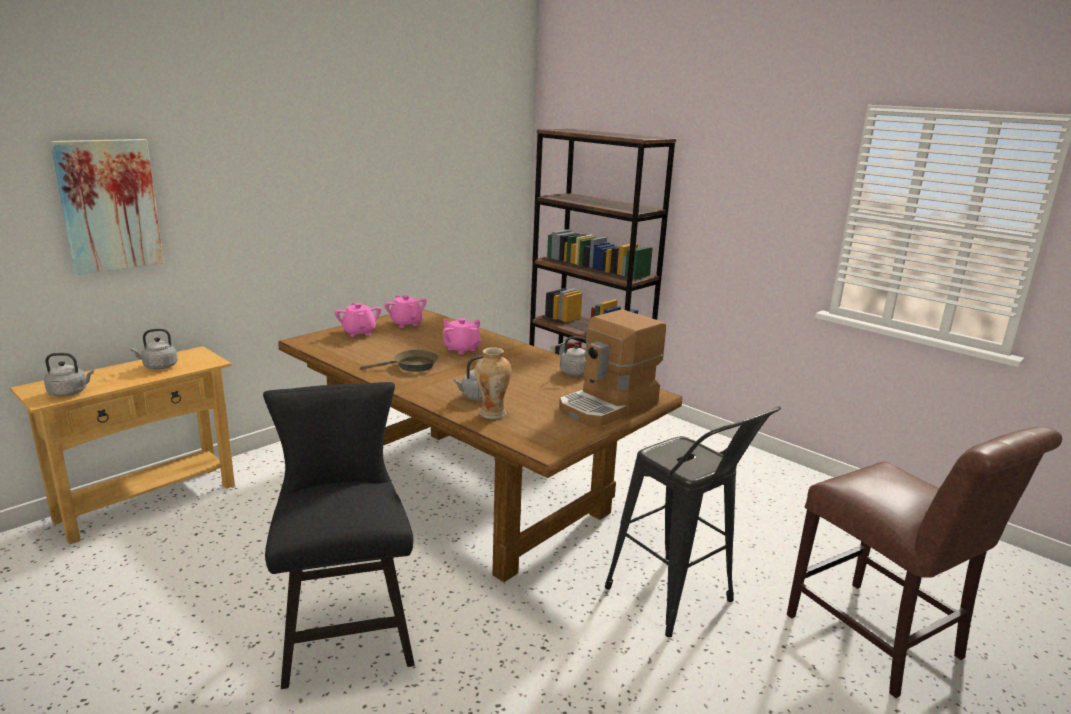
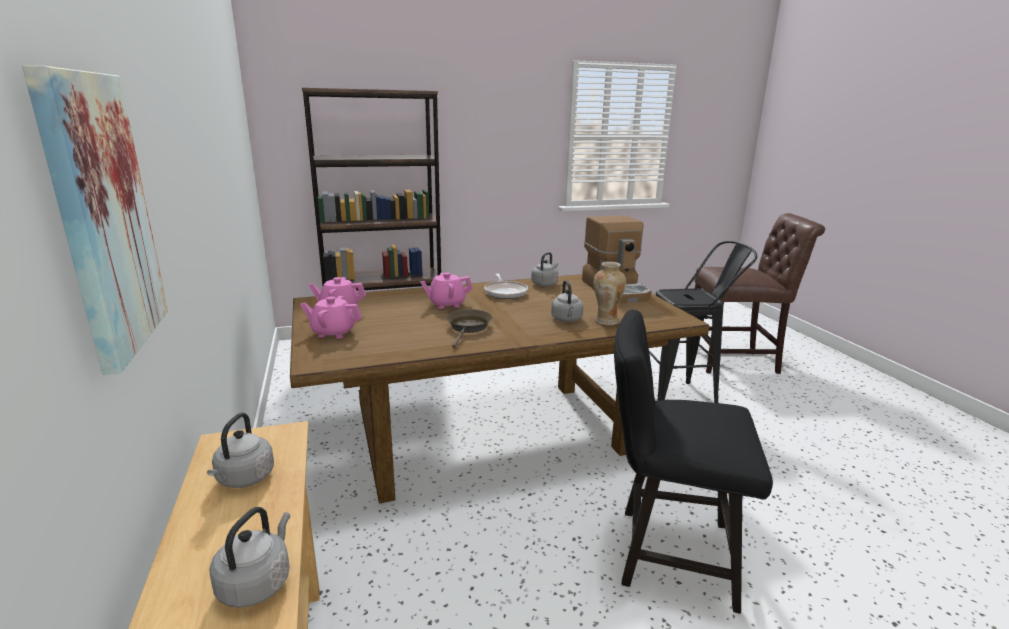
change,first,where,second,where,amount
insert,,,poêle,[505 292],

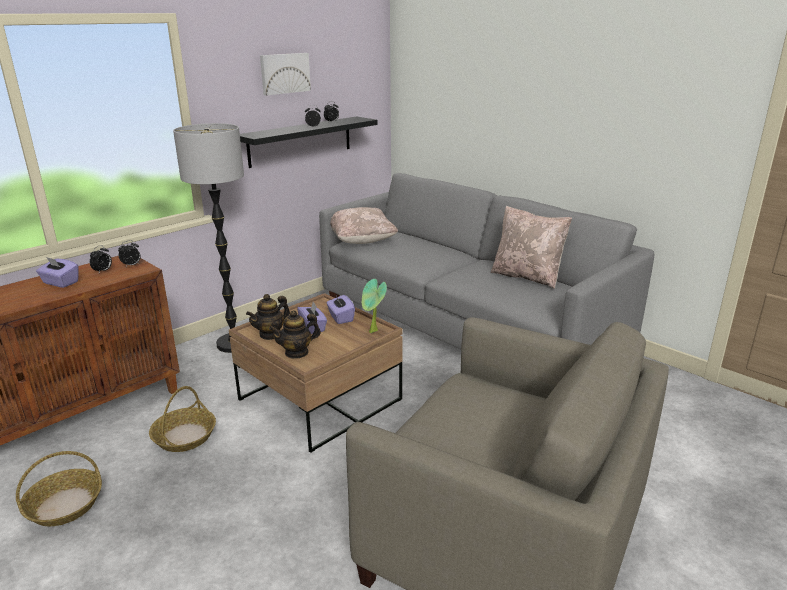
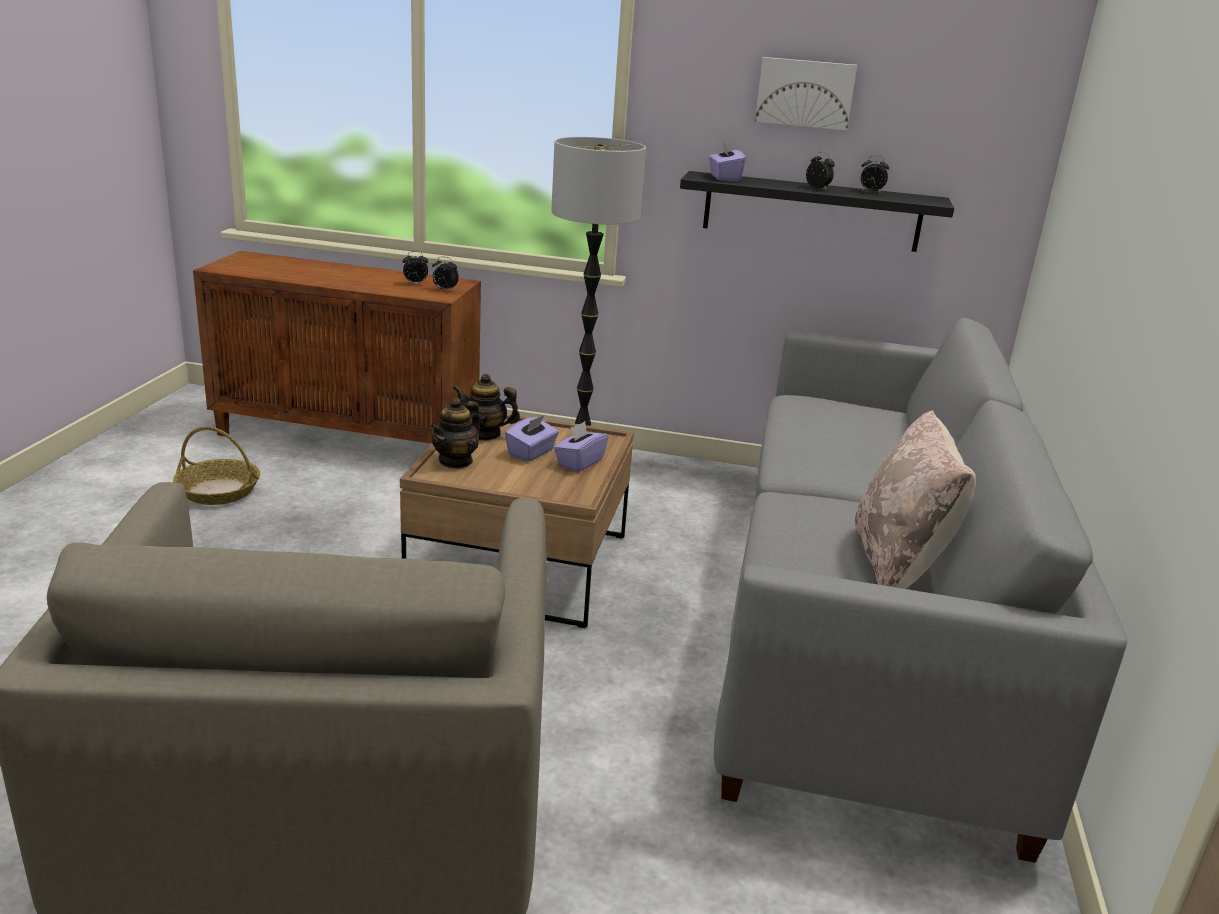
change,first,where,second,where,amount
move,boîte à mouchoirs/violet,[60 283],,[724 178],
delete,panier,[184 436],,,
rotate,théière,[297 352],,[456 461],90 degrees counterclockwise
delete,coussin/beige,[361 240],,,
delete,plante en pot,[373 332],,,

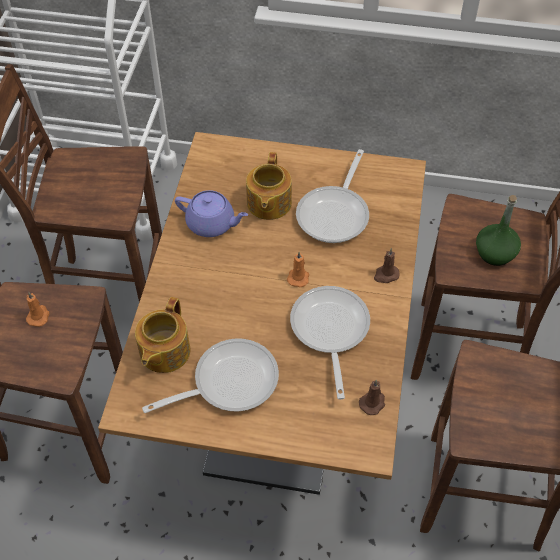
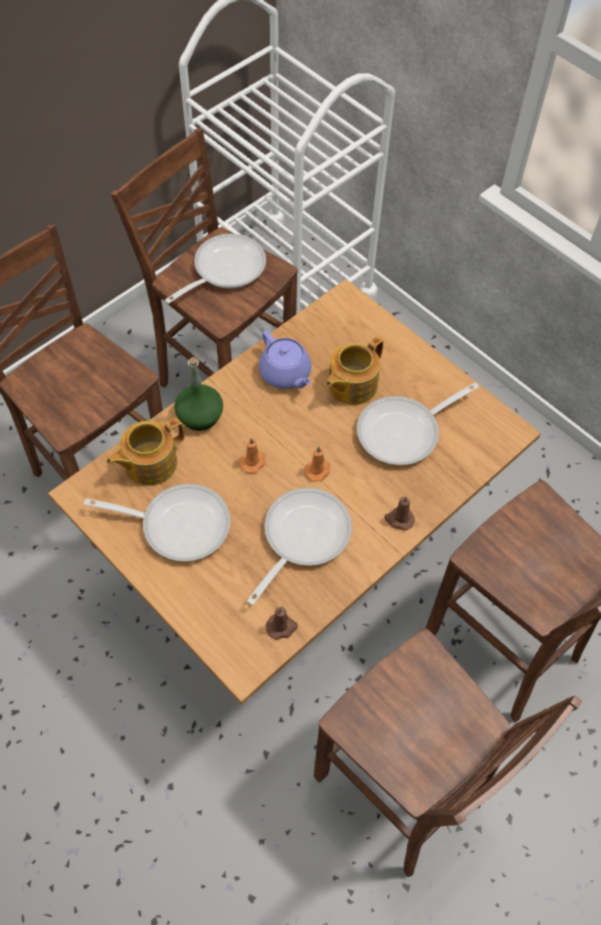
change,first,where,second,where,amount
move,bougie/orange,[38 316],,[253 462],
move,bouteille/vert,[495 253],,[199 416],
insert,,,poêle,[224 270],

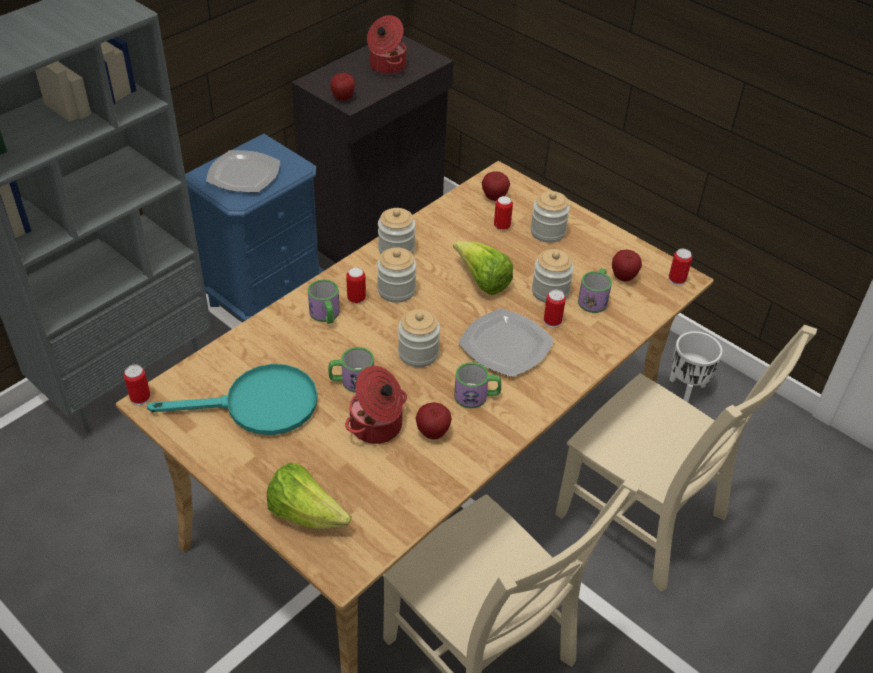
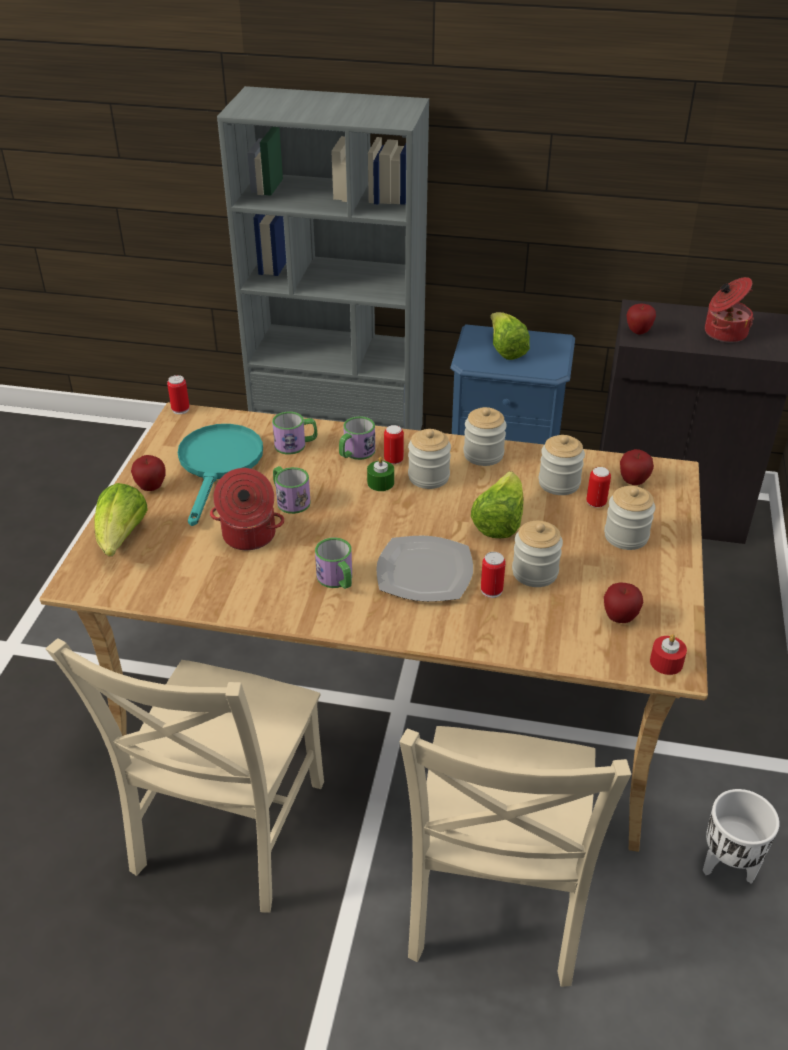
change,first,where,second,where,amount
rotate,poêle/turquoise,[258 406],,[219 465],135 degrees counterclockwise
replace,assiette,[244 174],laitue,[505 350],
move,bocal,[418 353],,[559 483],
move,pomme,[432 433],,[151 487],
move,mug,[594 299],,[296 444],
replace,boîte métallique,[677 279],bougie/rouge,[666 662],
insert,,,bougie/vert,[380 482],

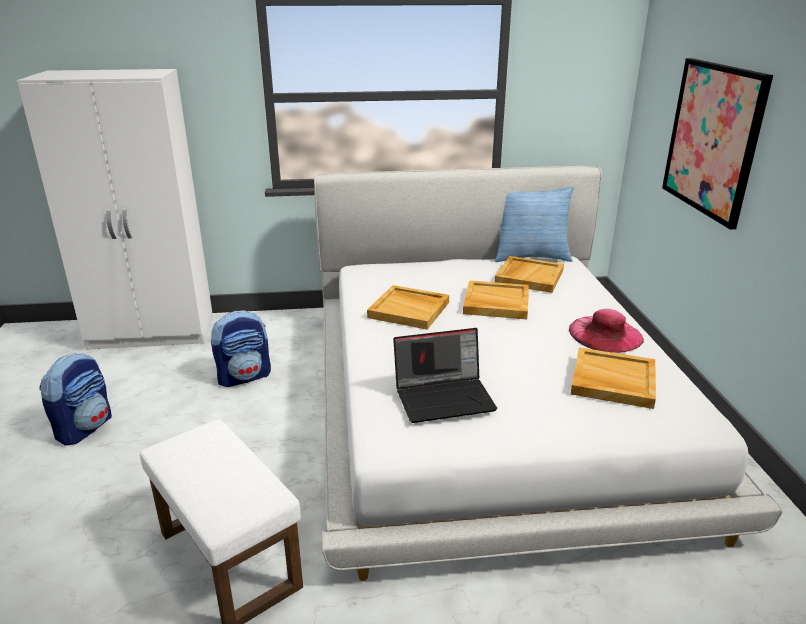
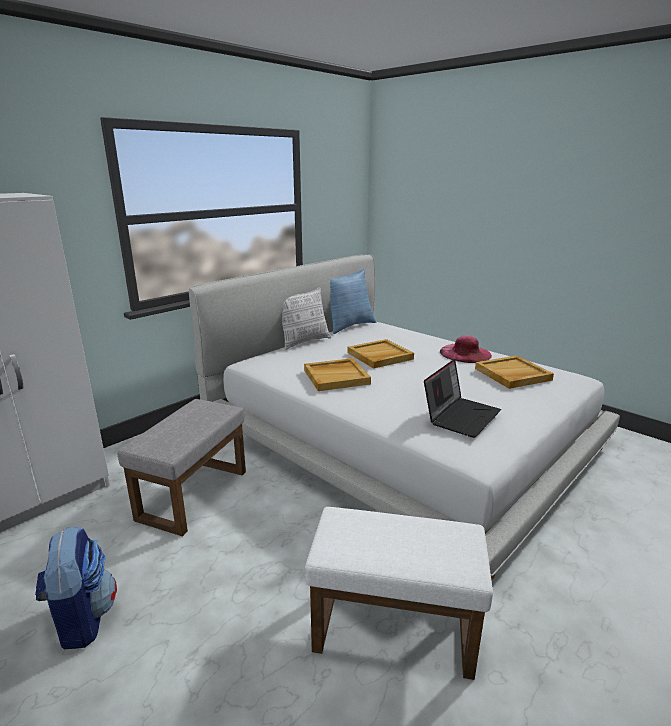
change,first,where,second,where,amount
replace,sac à dos,[244 376],pouf/gris,[193 493],
delete,plateau/beige,[529 276],,,
delete,tableau,[712 139],,,
insert,,,coussin,[304 342],

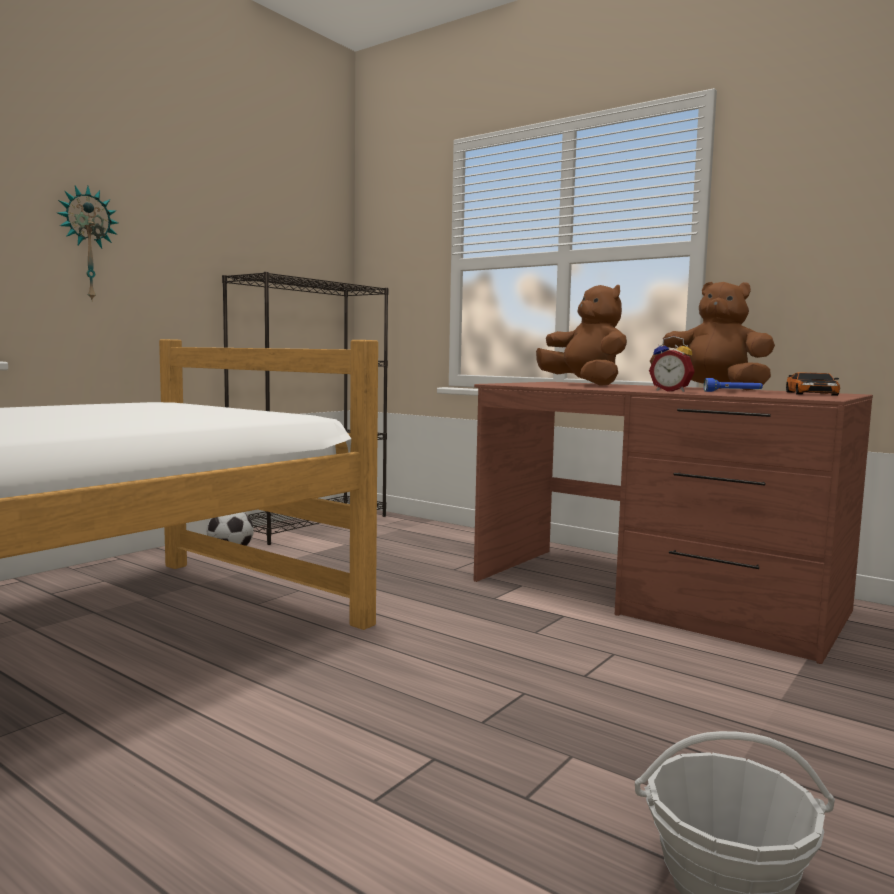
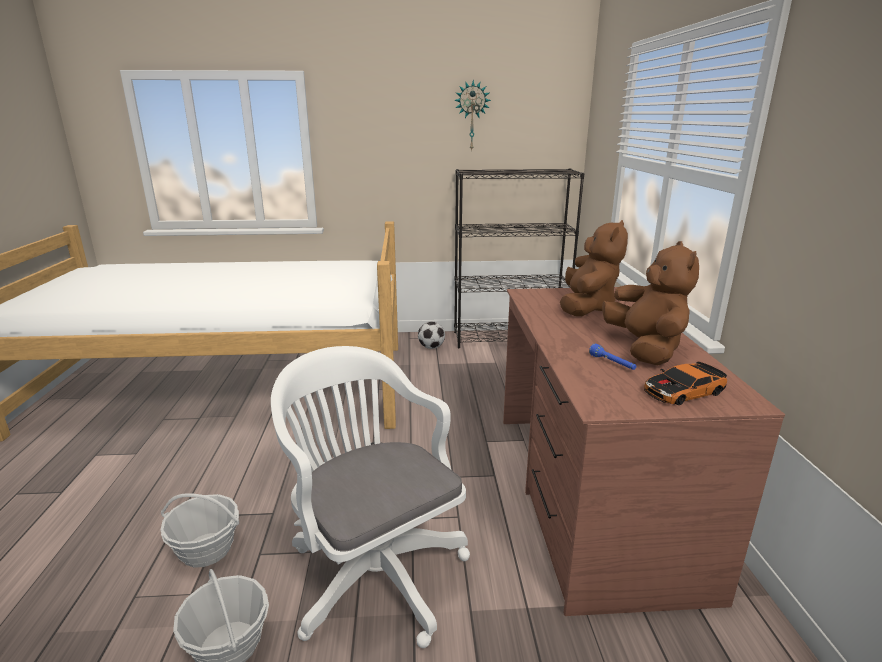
change,first,where,second,where,amount
move,horloge murale,[87 244],,[471 116],
delete,réveil,[671 391],,,
insert,,,panier,[206 549],
insert,,,chaise de bureau/blanc,[373 569],

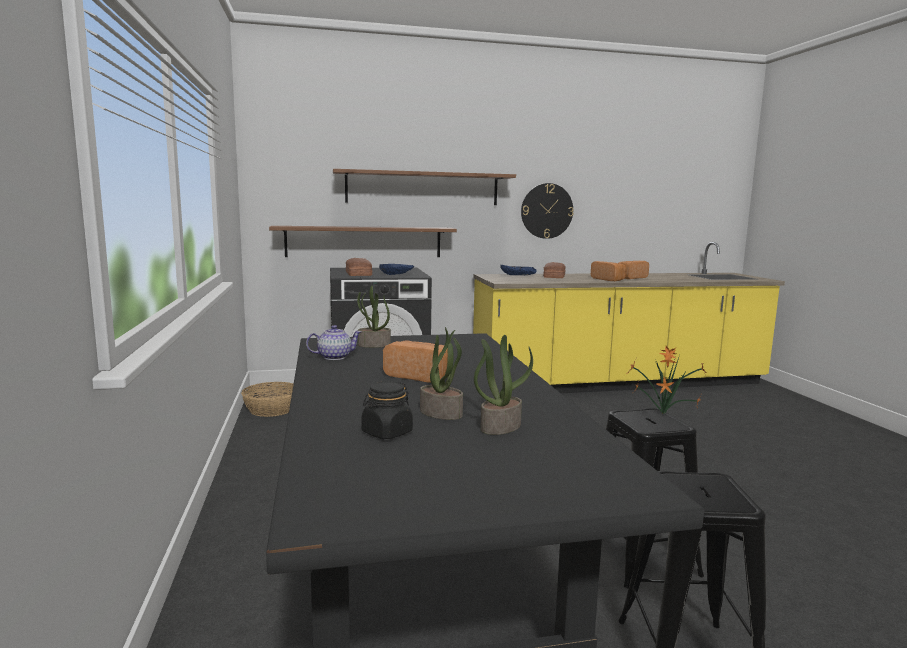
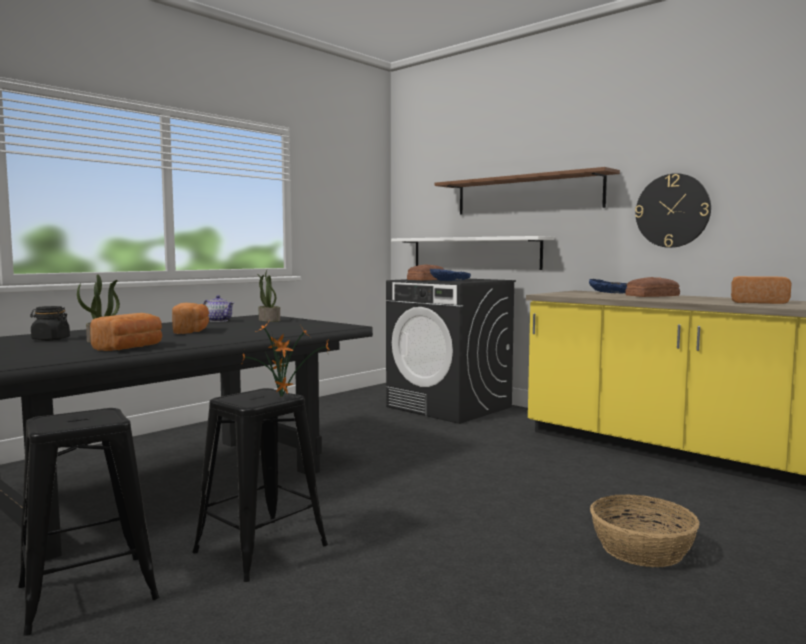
change,first,where,second,where,amount
move,panier,[272 409],,[642 549],
recolor,étagère/marron,[364 242],étagère/blanc,[474 253],
delete,plante en pot,[500 426],,,
move,pain,[608 279],,[130 348],

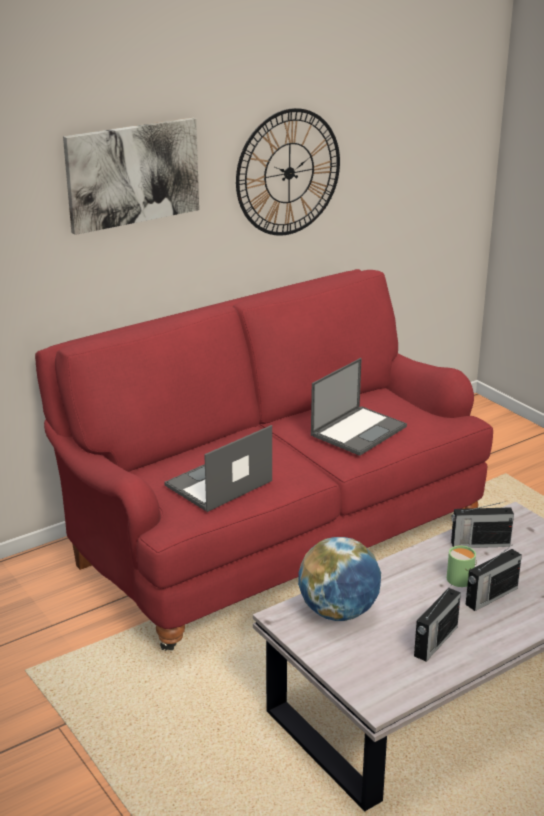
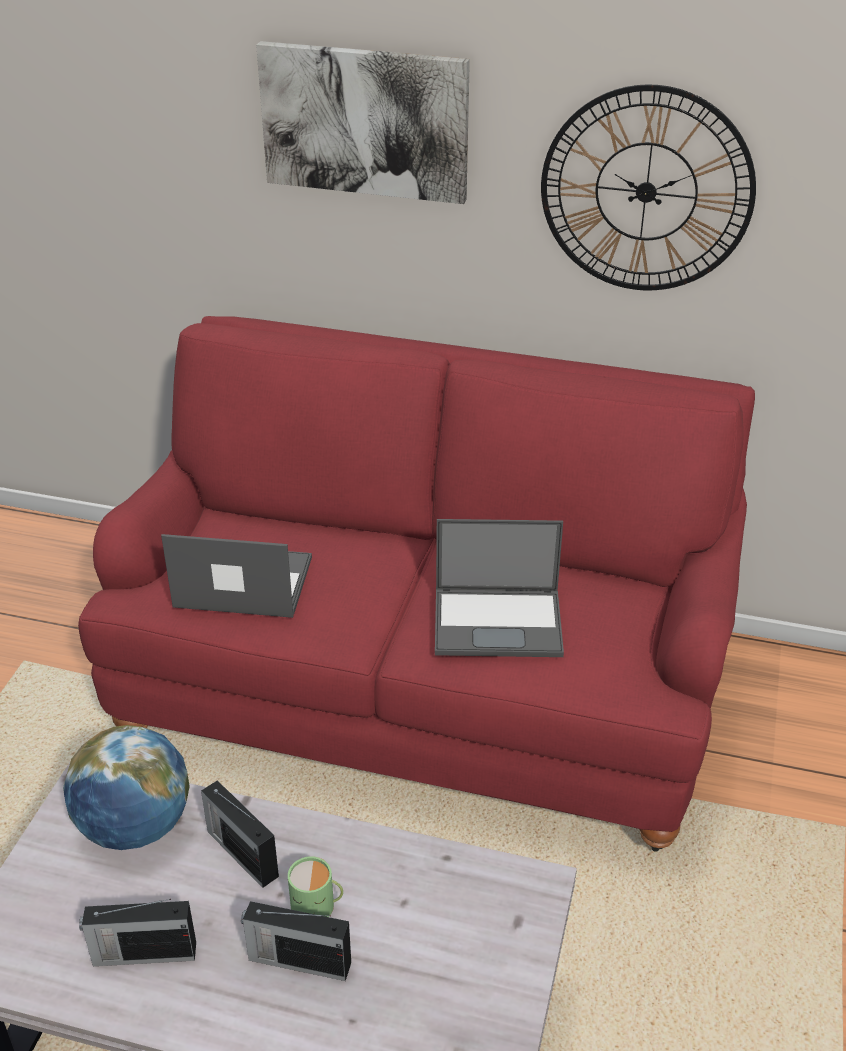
change,first,where,second,where,amount
move,radio,[479 544],,[241 852],

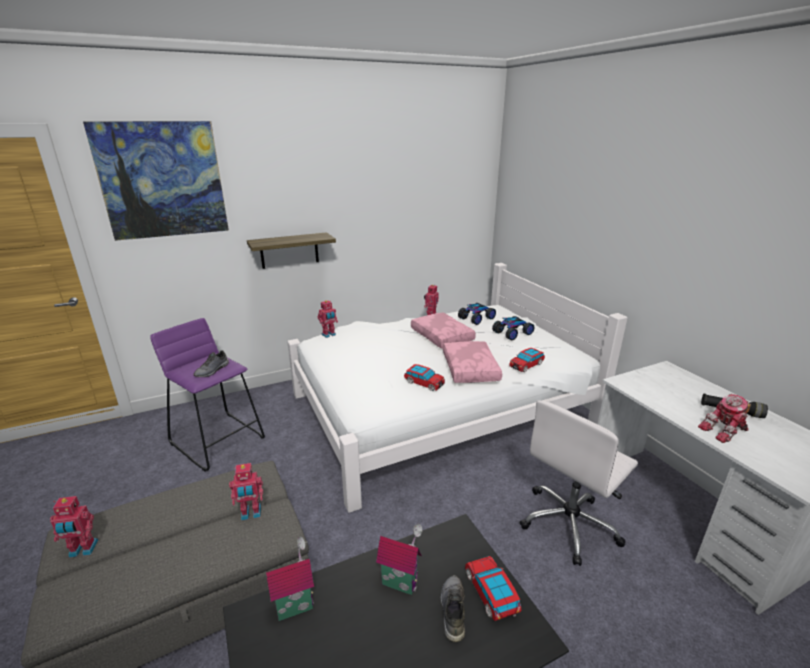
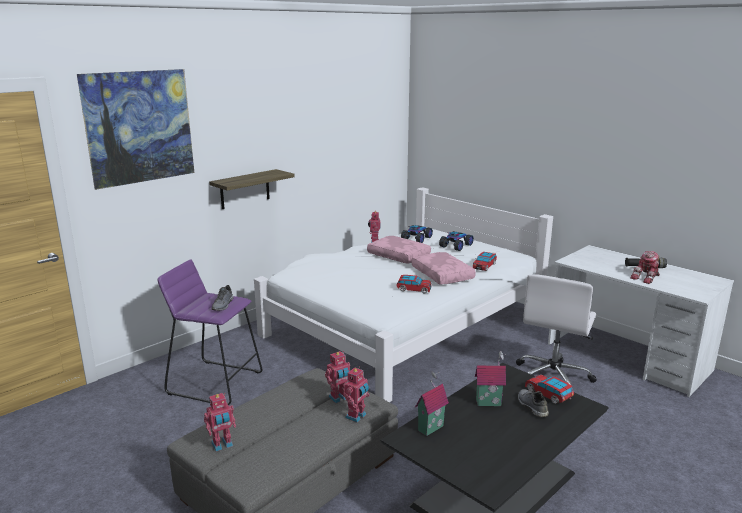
change,first,where,second,where,amount
move,robot jouet,[329 335],,[357 416],

